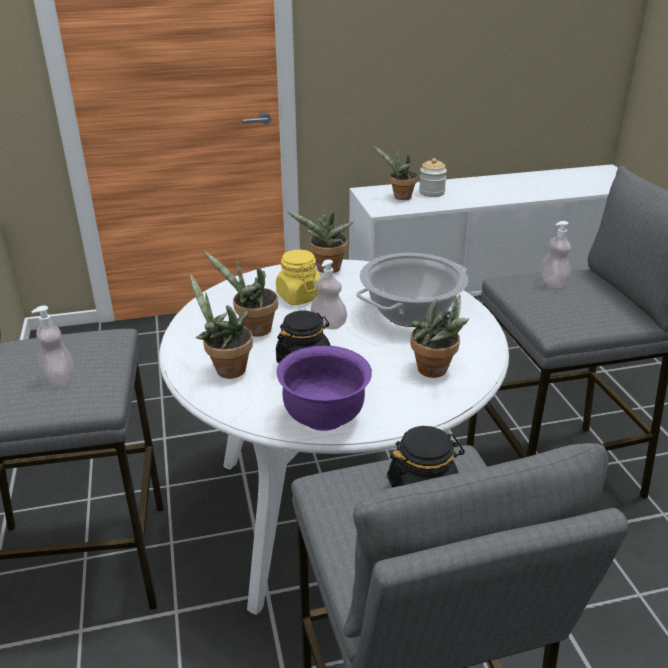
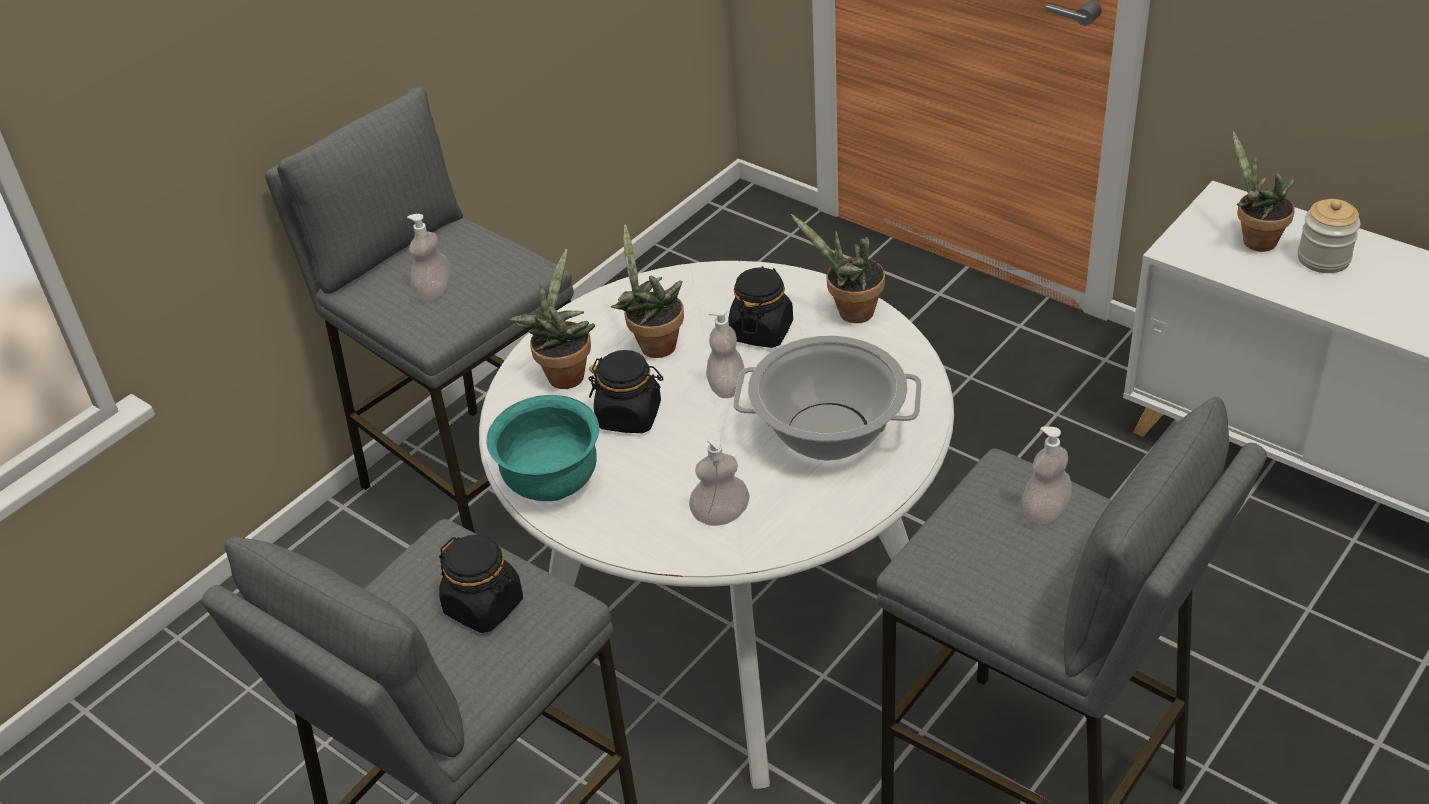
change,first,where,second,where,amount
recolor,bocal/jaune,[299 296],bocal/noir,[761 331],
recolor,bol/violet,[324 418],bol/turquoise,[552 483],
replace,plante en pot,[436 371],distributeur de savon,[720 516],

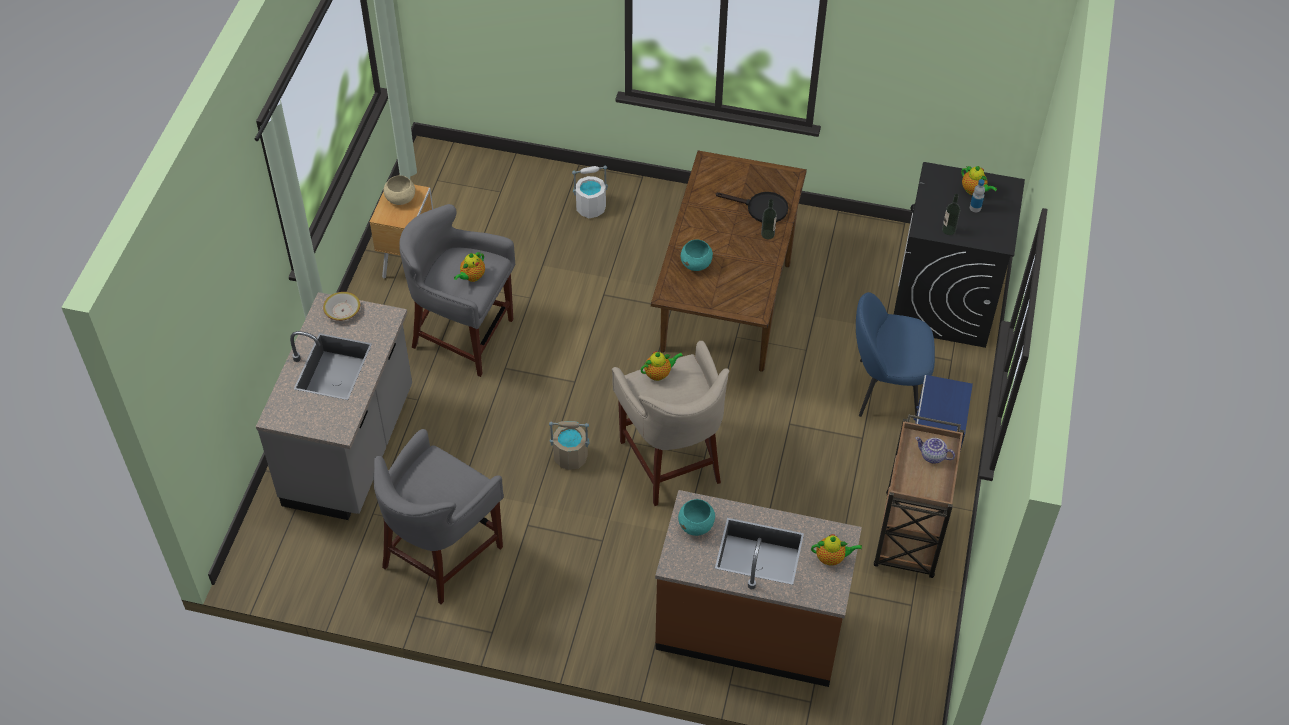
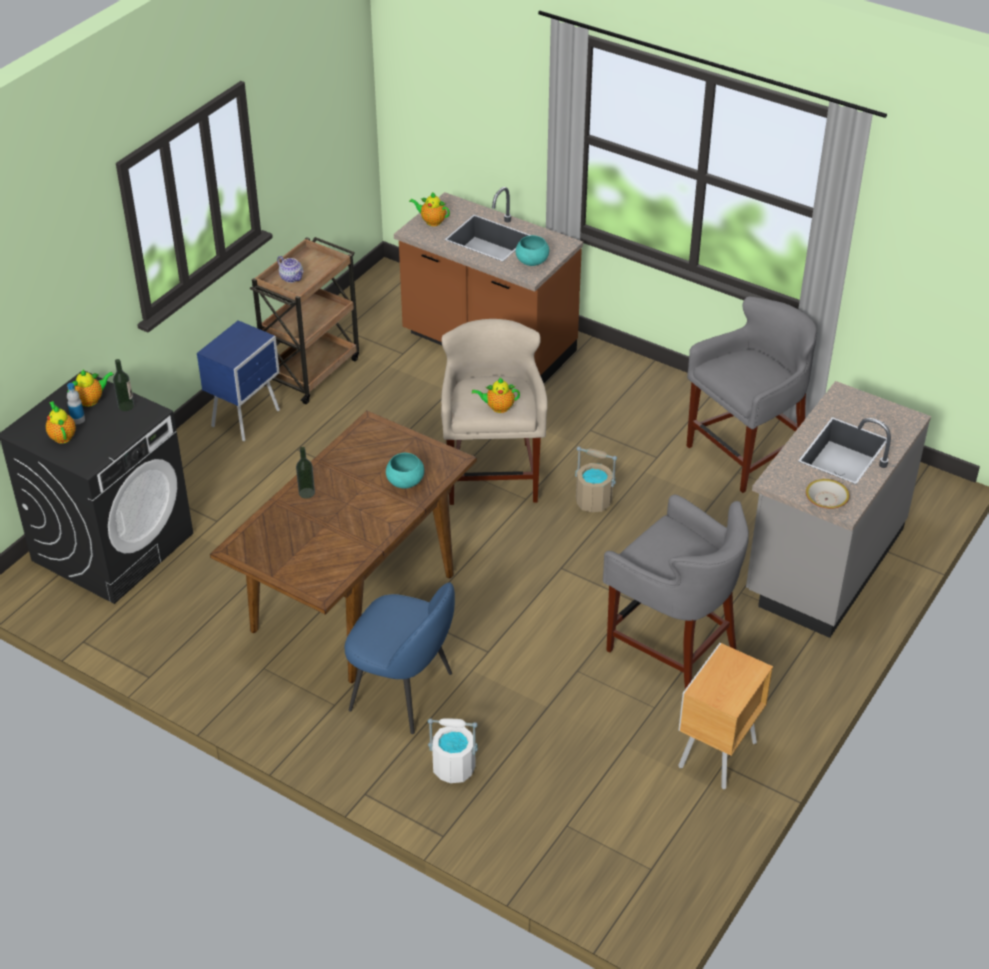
change,first,where,second,where,amount
delete,bol/beige,[400 199],,,
move,théière,[472 277],,[91 400],
delete,poêle/noir,[761 208],,,
move,chaise/bleu,[885 389],,[404 692],

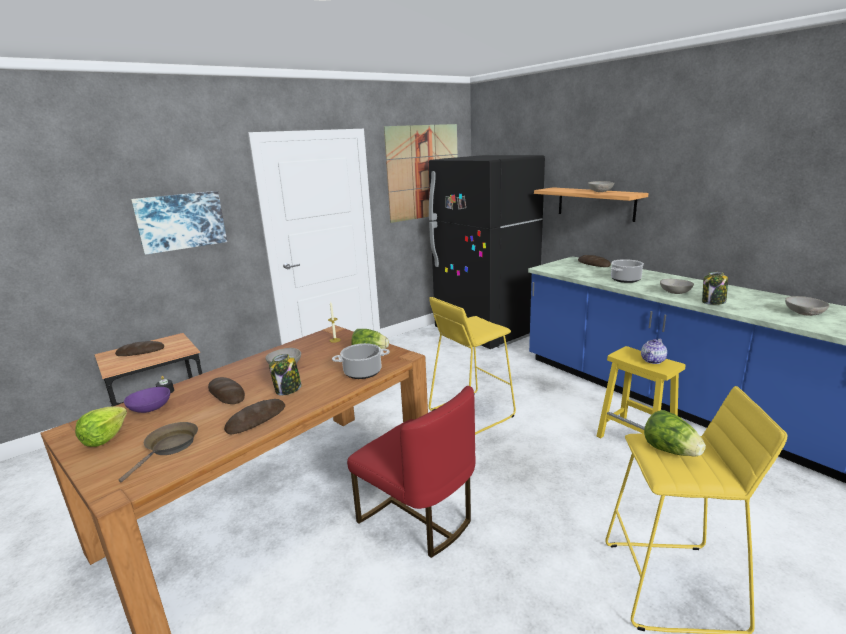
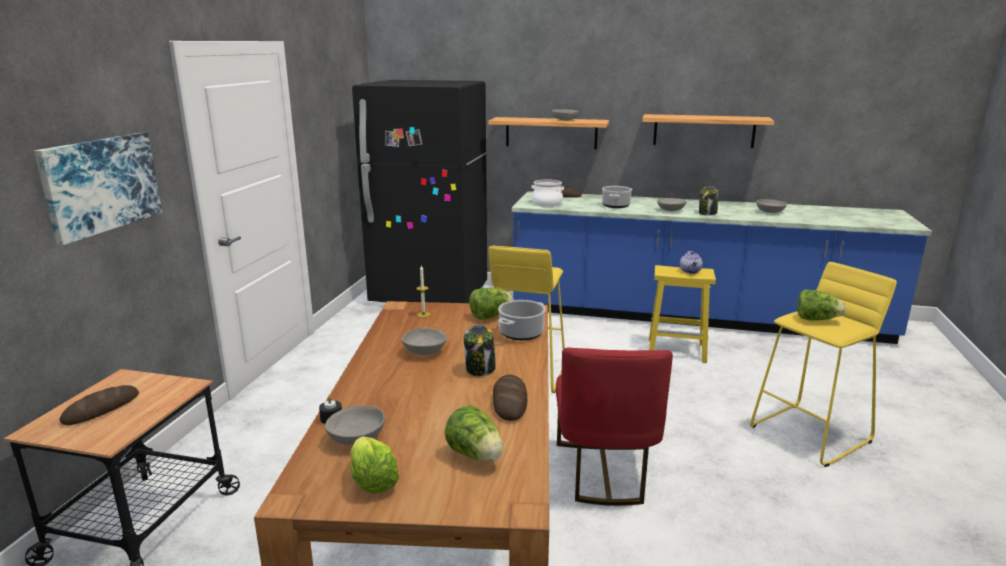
change,first,where,second,where,amount
replace,poêle/marron,[170 447],laitue,[475 455],
recolor,bol/violet,[150 409],bol/gris,[357 438],
delete,pain,[226 394],,,
rotate,chaise/rouge,[418 518],,[604 472],90 degrees clockwise
delete,tableau,[423 172],,,
insert,,,marmite,[547 203],
insert,,,étagère,[703 131],

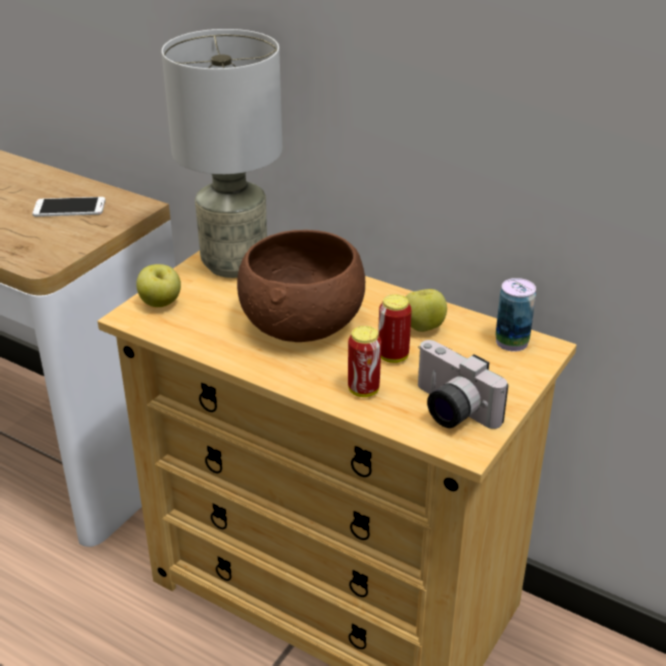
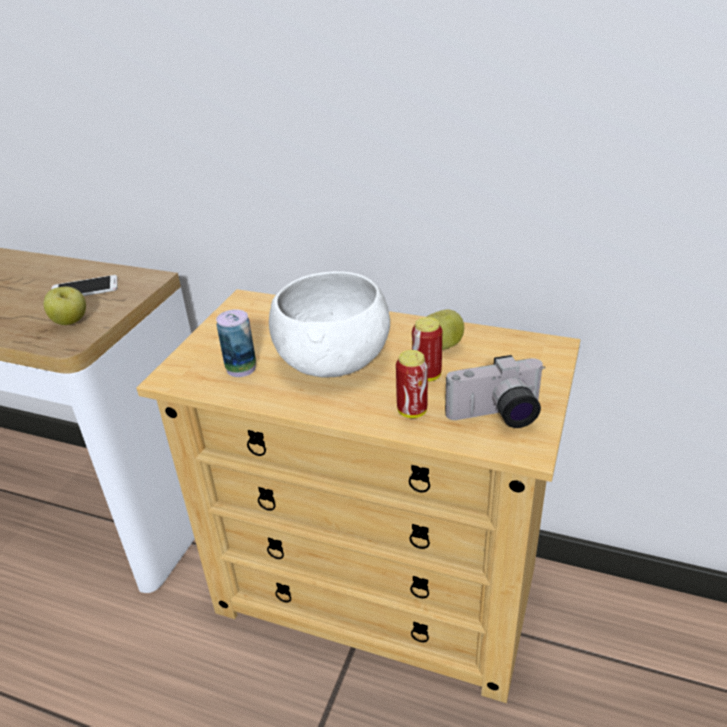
change,first,where,second,where,amount
move,pomme,[160 304],,[71 322],
delete,lampe de table/gris,[235 264],,,
recolor,bol/marron,[304 323],bol/blanc,[334 359],
rotate,appareil photo,[449 410],,[497 416],45 degrees counterclockwise
move,boîte métallique,[511 342],,[241 368],

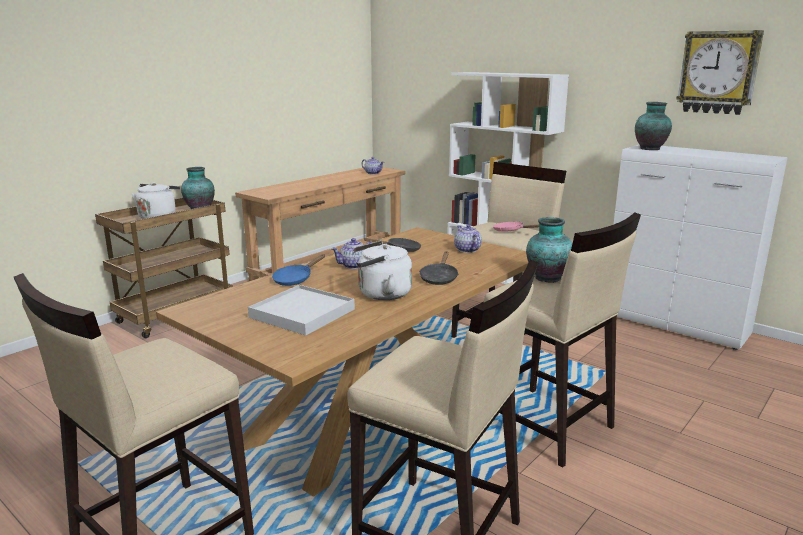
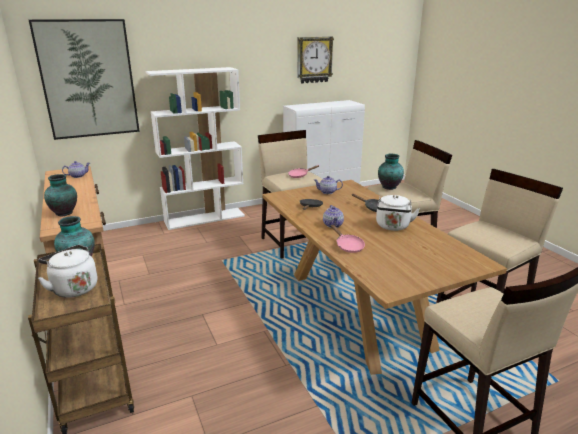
change,first,where,second,where,amount
delete,plateau/blanc,[302 313],,,
recolor,poêle/bleu,[295 279],poêle/rose,[348 246],
move,vase,[651 149],,[65 213],
insert,,,tableau,[88 79],

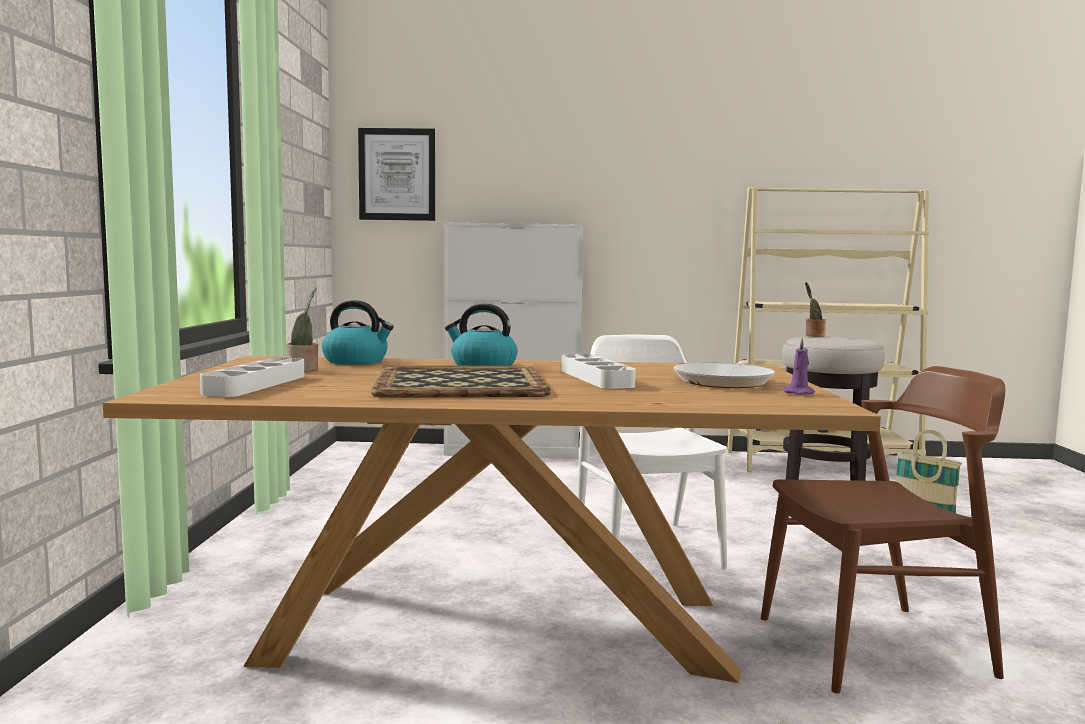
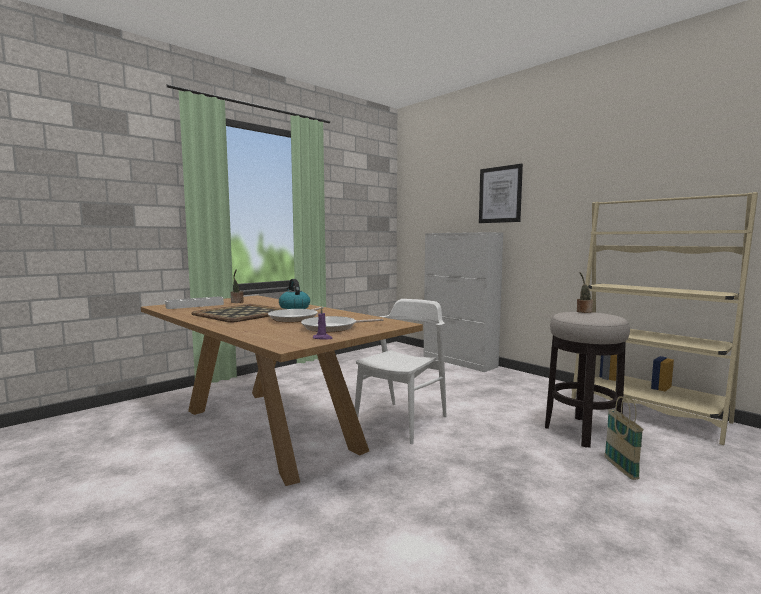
change,first,where,second,where,amount
delete,bouilloire,[356 361],,,
move,tableau,[397 174],,[500 194],
replace,plateau/blanc,[595 378],poêle,[295 318],
delete,chaise/marron,[874 646],,,

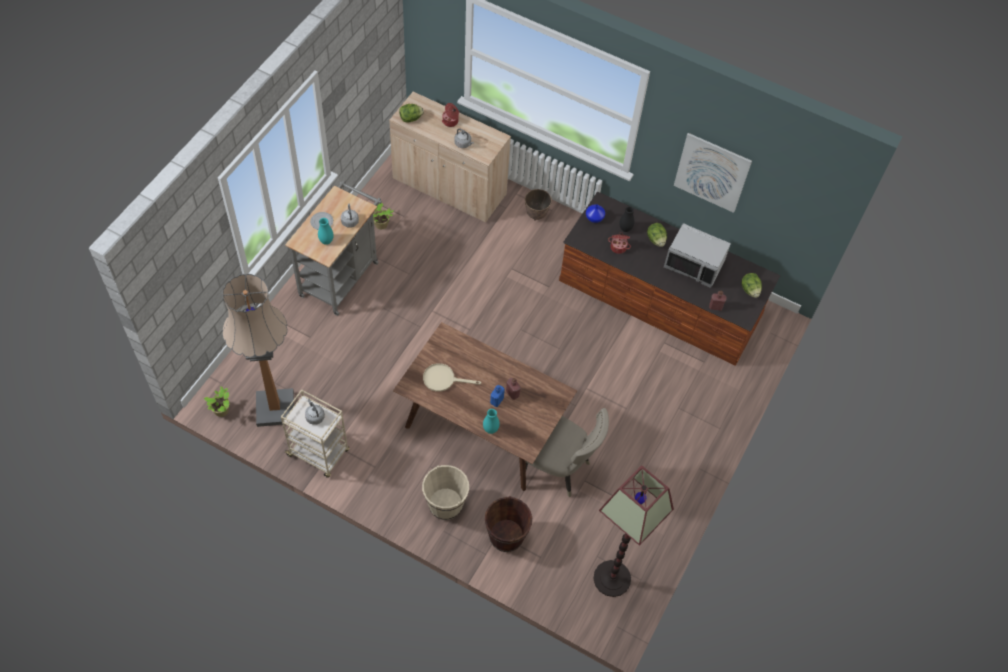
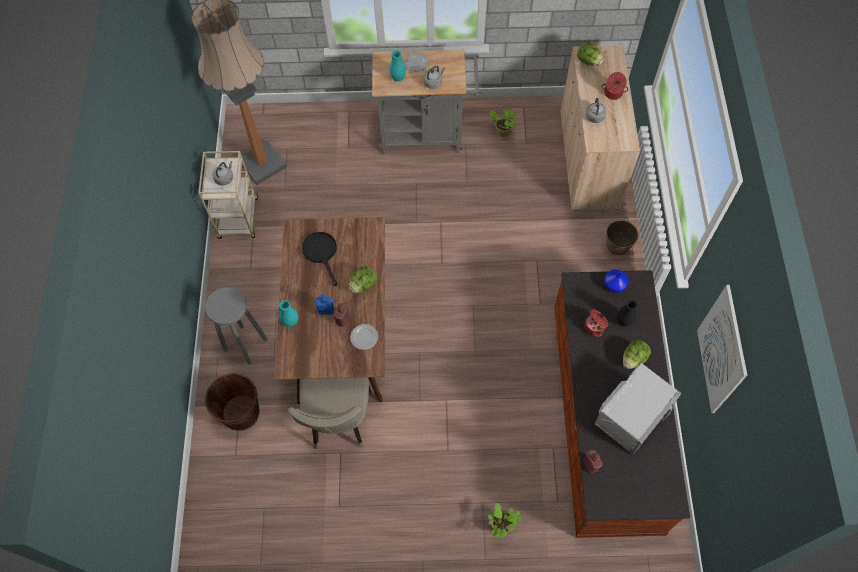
change,first,where,second,where,amount
move,plante en pot,[222 411],,[501 526],
replace,seau/beige,[445 504],tabouret/gris,[245 344],
recolor,poêle/beige,[443 379],poêle/noir,[322 253],
delete,lampadaire,[612 579],,,
rotate,micro-ondes/gris,[694 264],,[631 414],135 degrees counterclockwise
move,laitue,[750 290],,[363 285],
insert,,,assiette,[364 337],

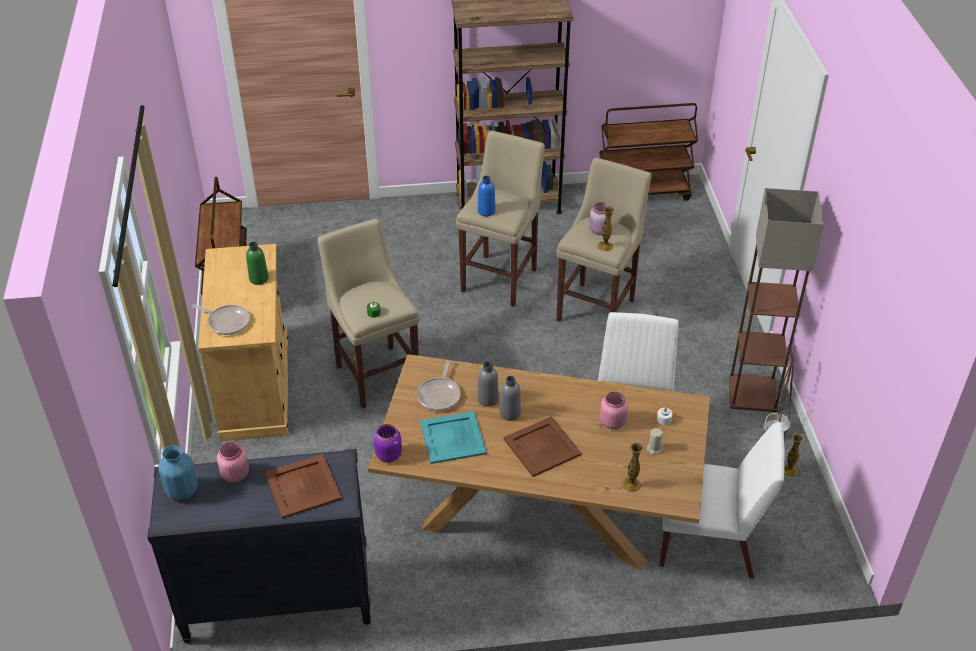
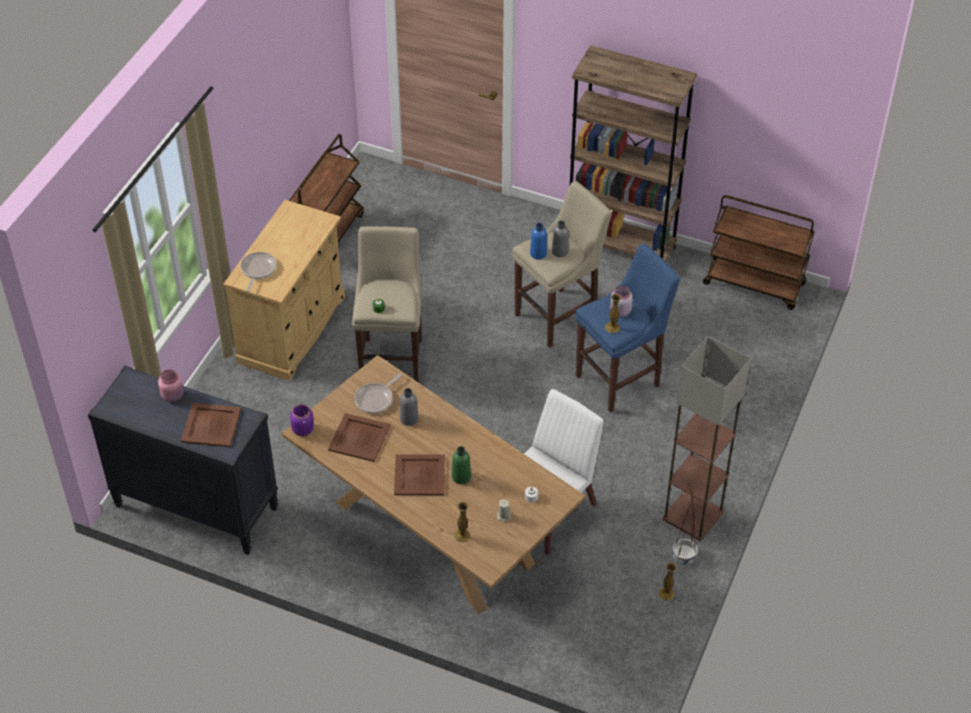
change,first,where,second,where,amount
delete,vase/bleu,[182 490],,,
rotate,poêle,[227 322],,[258 270],135 degrees counterclockwise
move,bouteille/vert,[259 278],,[461 477],
recolor,plateau/turquoise,[452 438],plateau/marron,[358 438],
move,bouteille/gris,[510 413],,[560 251],
recolor,tabouret/beige,[598 307],tabouret/bleu,[621 379],
delete,bocal/rose,[613 422],,,
delete,chaise/blanc,[709 543],,,

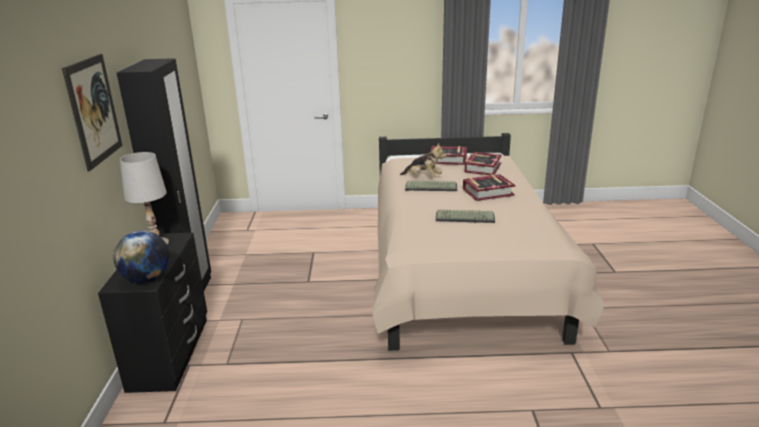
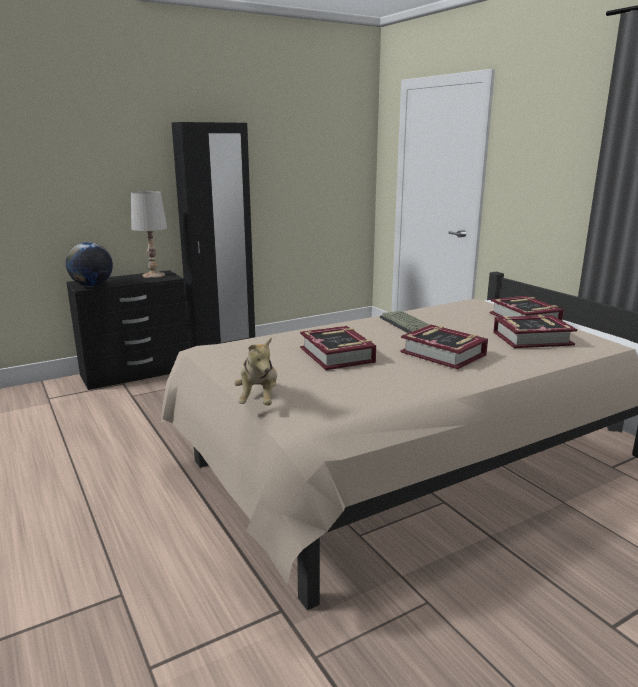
change,first,where,second,where,amount
delete,tableau,[94 110],,,
move,peluche,[423 177],,[259 400],
replace,clavier,[465 217],livre,[337 355],

